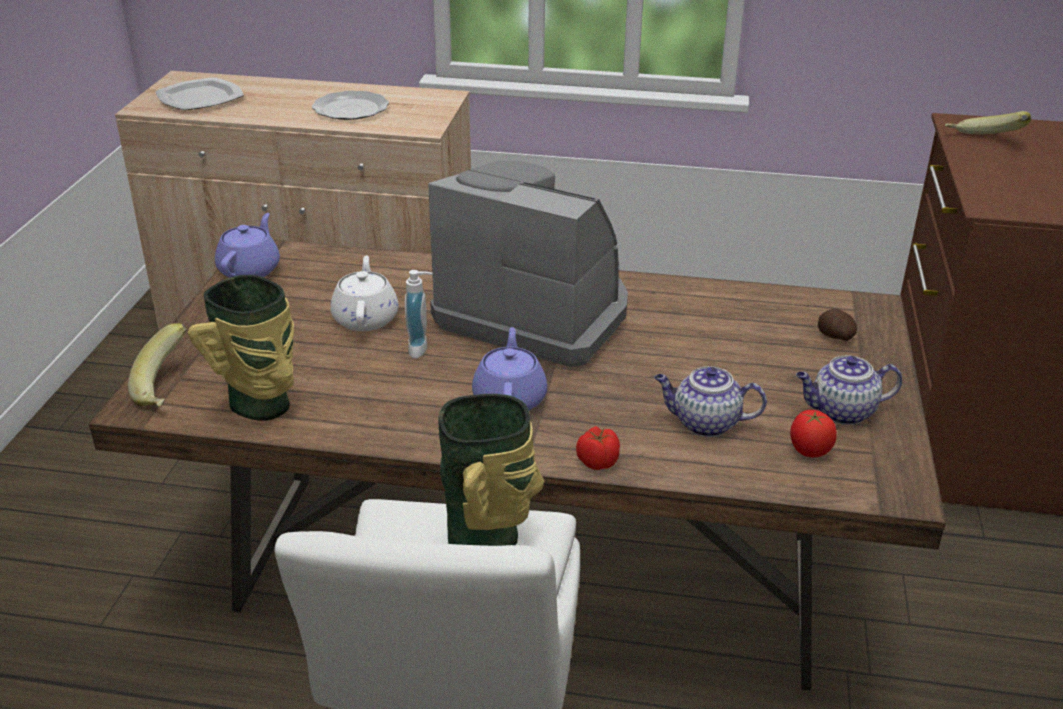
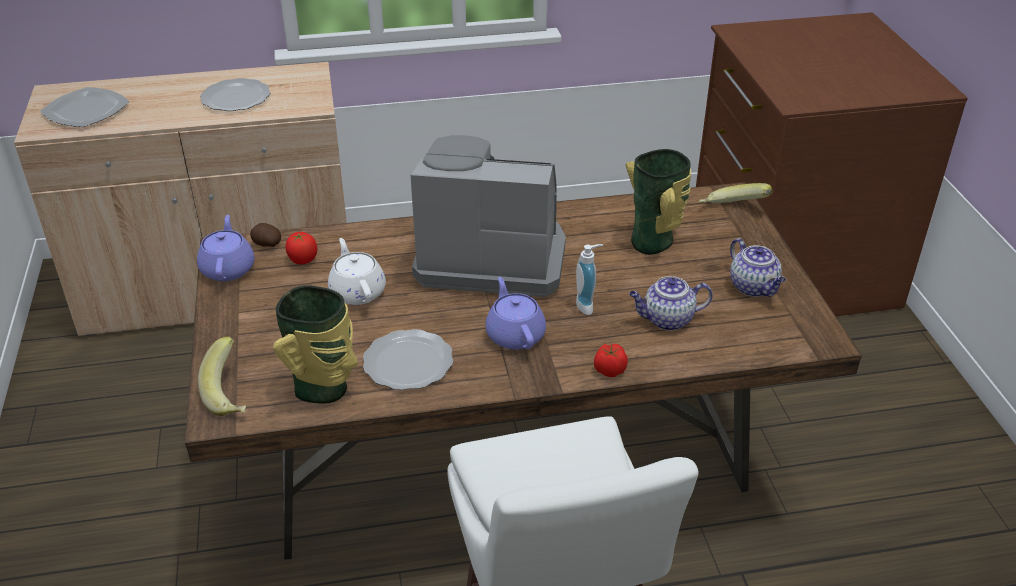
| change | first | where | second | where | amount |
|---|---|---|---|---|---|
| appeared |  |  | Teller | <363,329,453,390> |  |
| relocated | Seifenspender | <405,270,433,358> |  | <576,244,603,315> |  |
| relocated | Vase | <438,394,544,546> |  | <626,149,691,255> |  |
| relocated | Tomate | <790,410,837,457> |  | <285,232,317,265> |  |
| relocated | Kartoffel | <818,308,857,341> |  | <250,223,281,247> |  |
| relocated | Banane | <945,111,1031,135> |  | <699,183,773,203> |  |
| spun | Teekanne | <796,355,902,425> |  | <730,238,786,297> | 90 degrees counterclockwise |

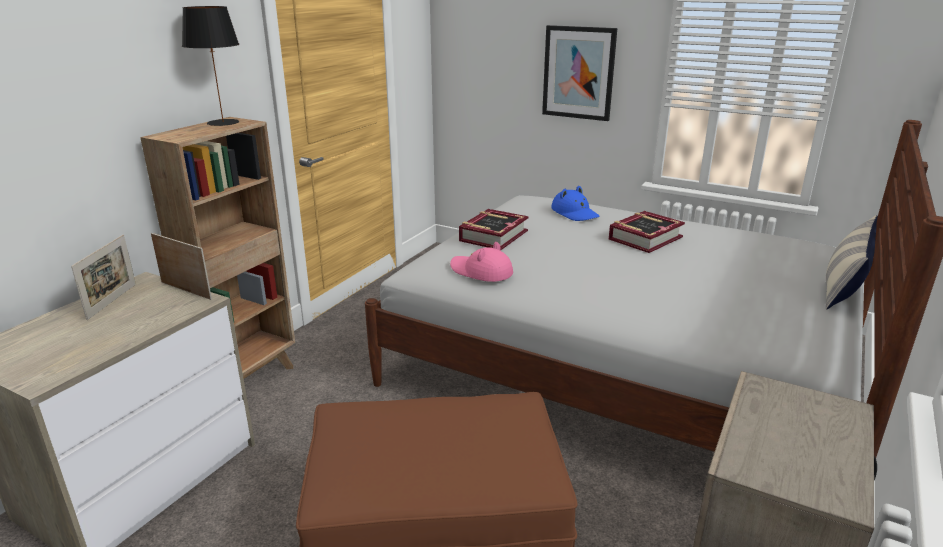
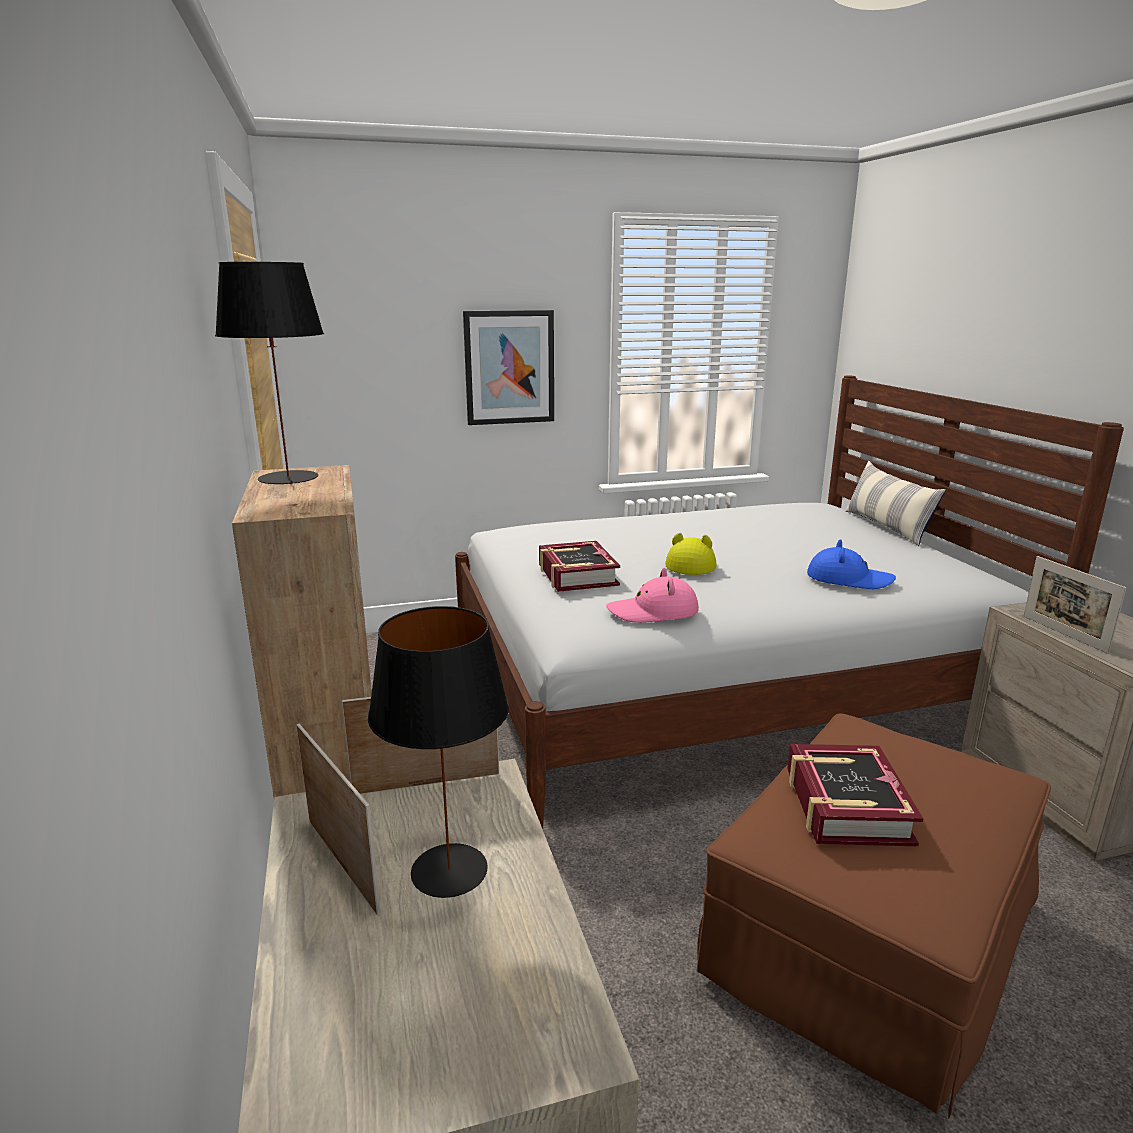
| change | first | where | second | where | amount |
|---|---|---|---|---|---|
| appeared |  |  | Tischlampe [schwarz] | <368,606,509,898> |  |
| appeared |  |  | Hut [gelb] | <665,533,717,575> |  |
| appeared |  |  | Bilderrahmen | <1024,556,1126,654> |  |
| relocated | Hut [blau] | <551,186,599,221> |  | <807,539,896,589> |  |
| relocated | Buch | <609,211,685,253> |  | <787,744,924,846> |  |

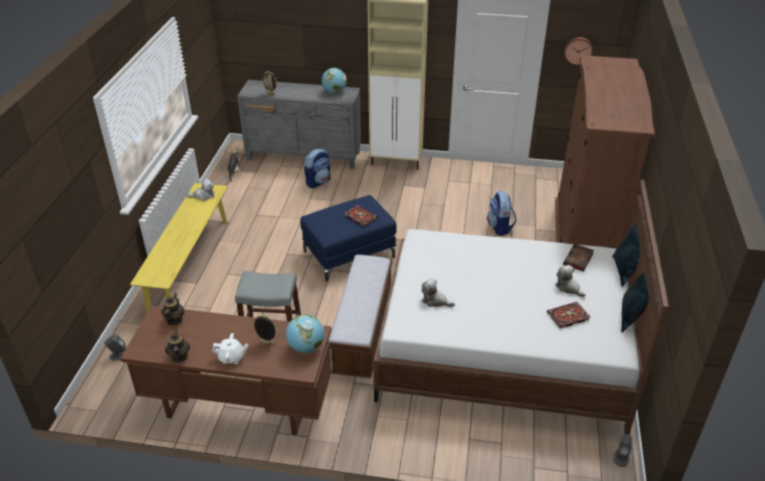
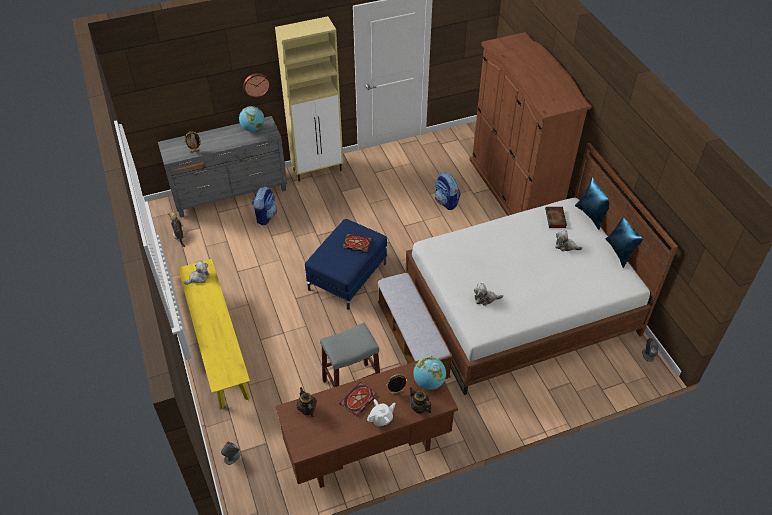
| change | first | where | second | where | amount |
|---|---|---|---|---|---|
| relocated | Teekanne | <165,329,190,363> |  | <409,387,431,414> |  |
| relocated | Buch | <547,302,590,328> |  | <339,382,377,416> |  |
| relocated | Wanduhr | <564,37,593,66> |  | <243,73,270,98> |  |

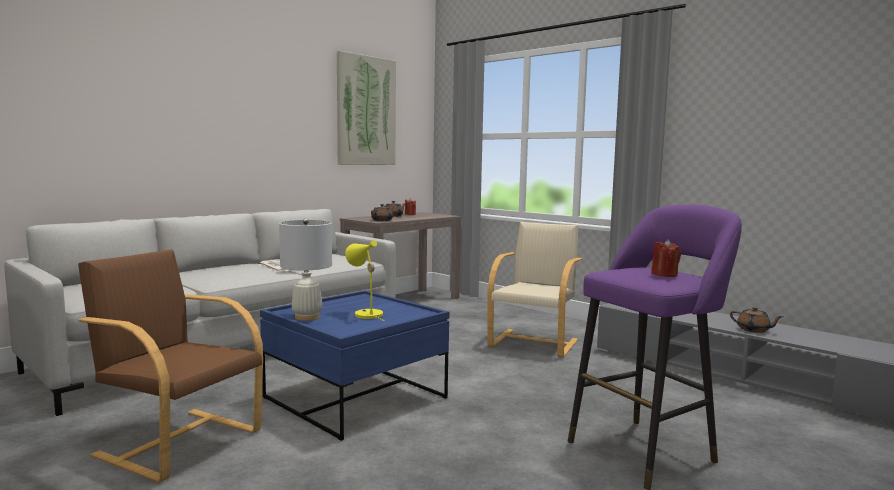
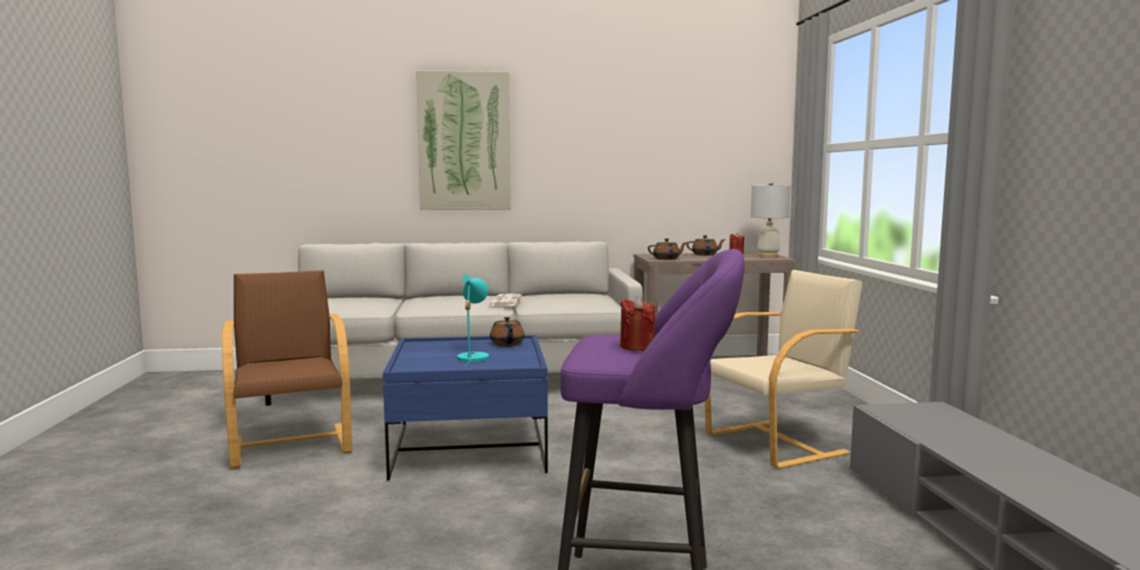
| change | first | where | second | where | amount |
|---|---|---|---|---|---|
| relocated | Tischlampe [weiß] | <279,218,332,321> |  | <751,182,790,257> |  |
| relocated | Bild | <337,51,396,165> |  | <416,70,511,210> |  |
| relocated | Teekanne [braun] | <730,307,784,333> |  | <490,317,525,346> |  |
| colour | Tischlampe [gelb] | <345,240,384,321> | Tischlampe [türkis] | <457,275,489,366> |  |

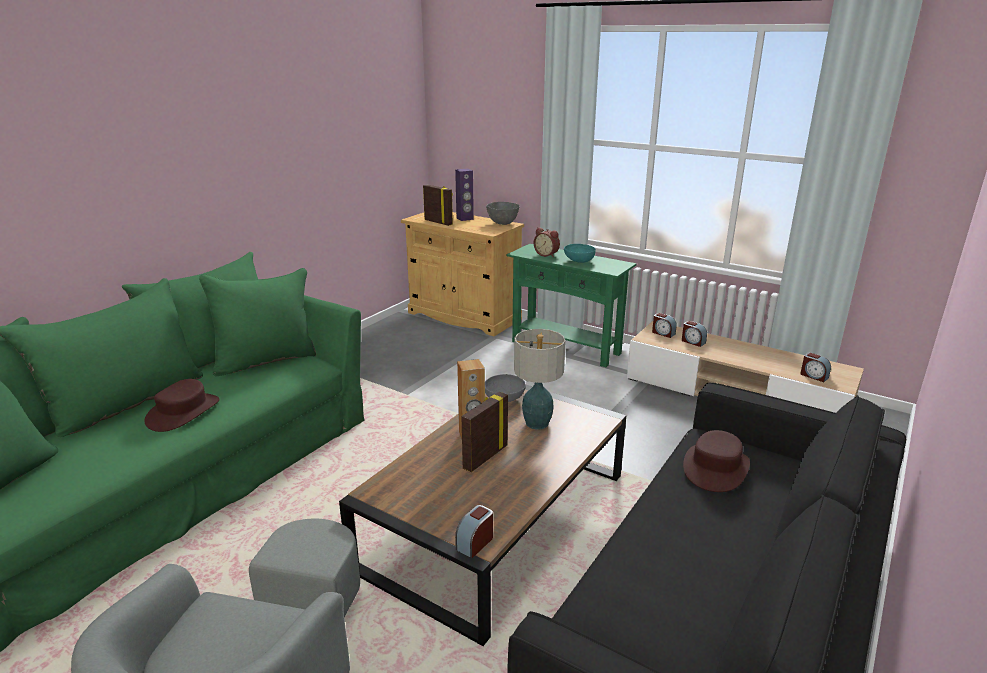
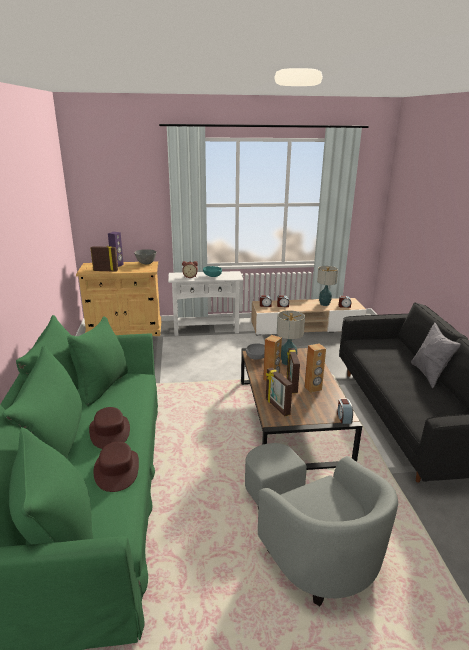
| change | first | where | second | where | amount |
|---|---|---|---|---|---|
| appeared |  |  | Bilderrahmen | <266,367,293,416> |  |
| appeared |  |  | Lautsprecher [braun] | <304,343,326,393> |  |
| appeared |  |  | Tischlampe | <317,266,338,306> |  |
| appeared |  |  | Kissen [grau] | <411,322,461,388> |  |
| relocated | Hut [braun] | <683,430,750,492> |  | <94,442,139,492> |  |
| colour | Konsolentisch [grün] | <507,244,637,367> | Konsolentisch [weiß] | <168,271,244,336> |  |

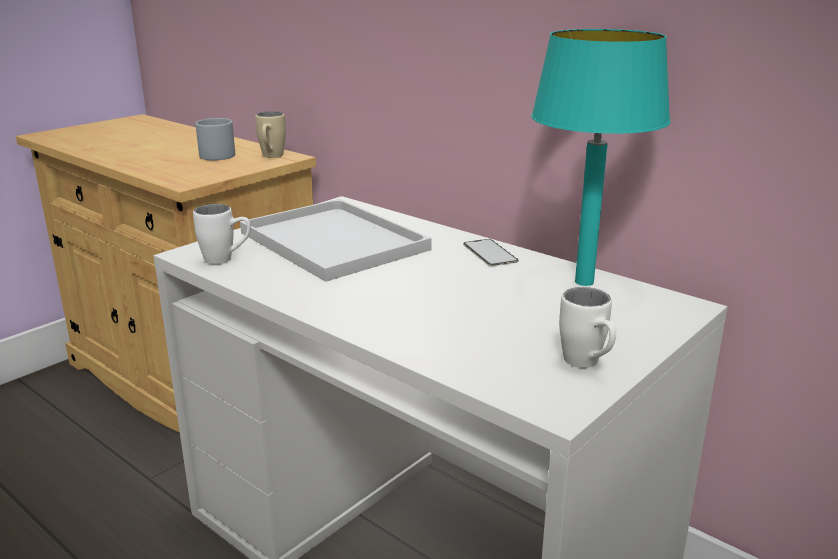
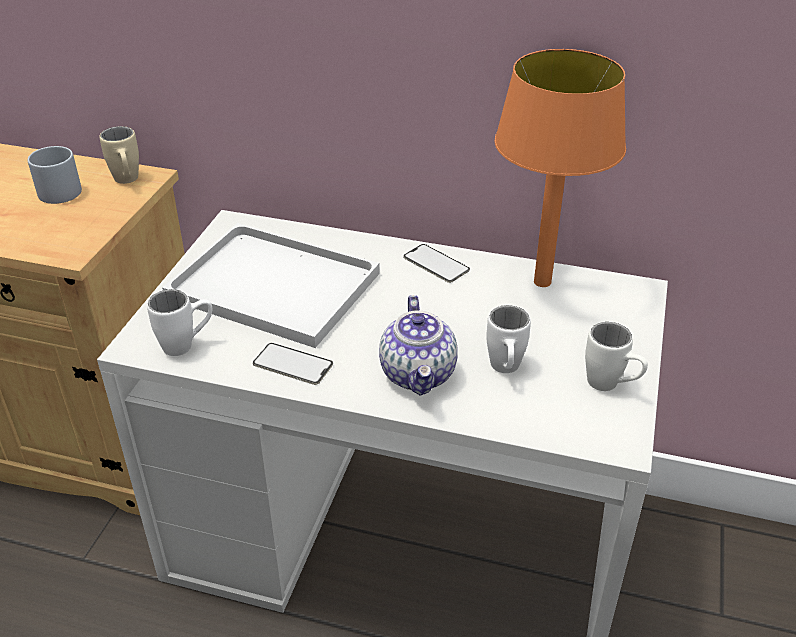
| change | first | where | second | where | amount |
|---|---|---|---|---|---|
| appeared |  |  | Handy | <253,343,333,385> |  |
| appeared |  |  | Teekanne | <379,295,458,396> |  |
| appeared |  |  | Henkelbecher [weiß] | <486,305,531,373> |  |
| colour | Tischlampe [türkis] | <531,29,671,286> | Tischlampe [orange] | <494,49,626,287> |  |

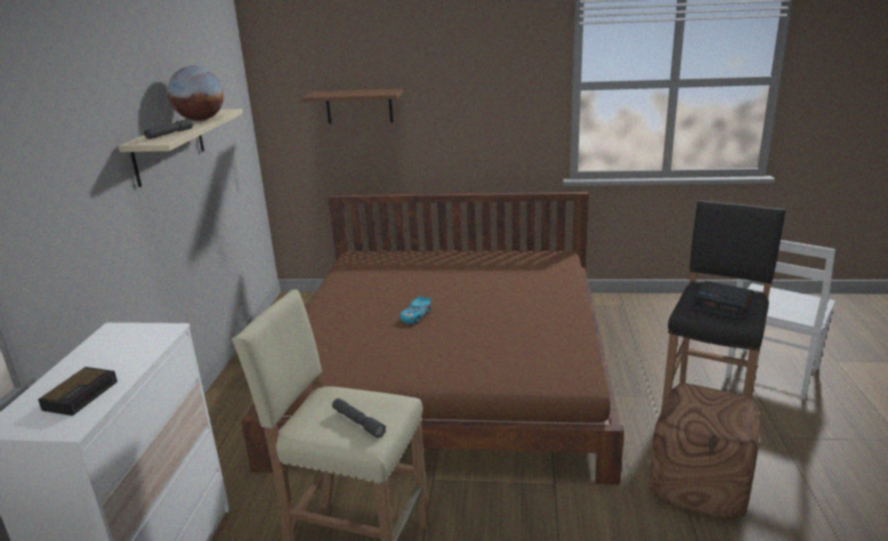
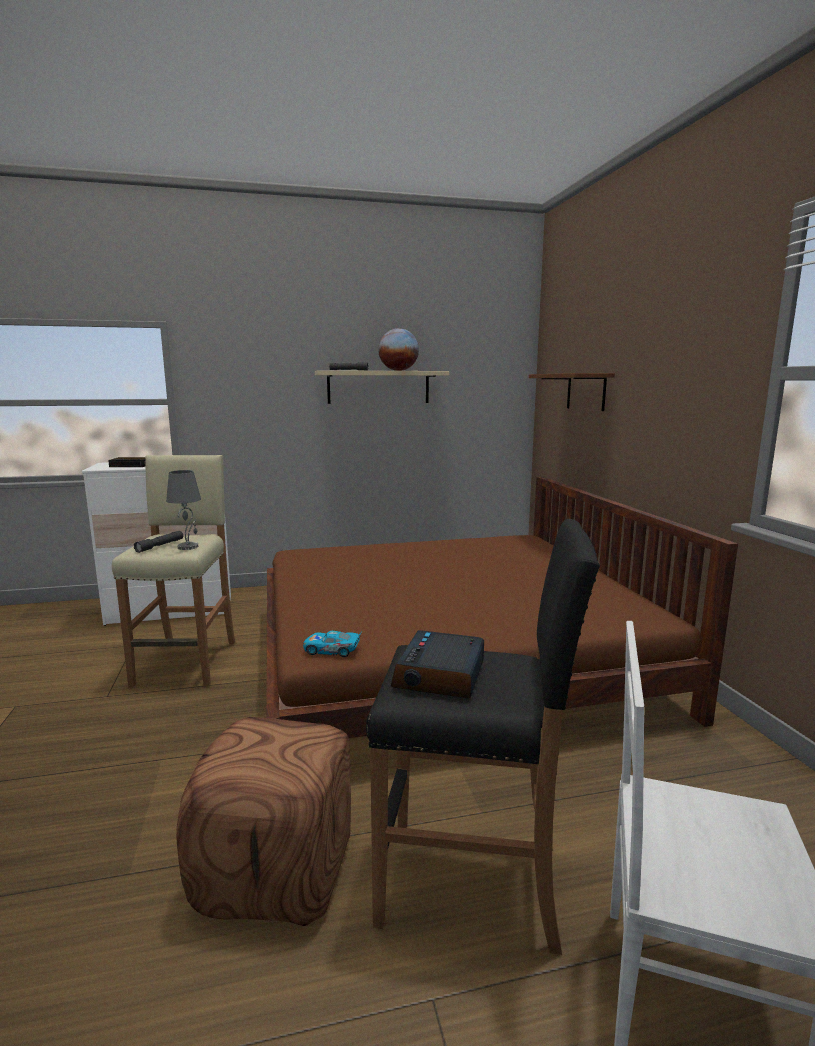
| change | first | where | second | where | amount |
|---|---|---|---|---|---|
| appeared |  |  | Tischlampe [grau] | <166,470,201,550> |  |
| relocated | Spielzeugauto | <400,296,431,324> |  | <303,631,362,657> |  |

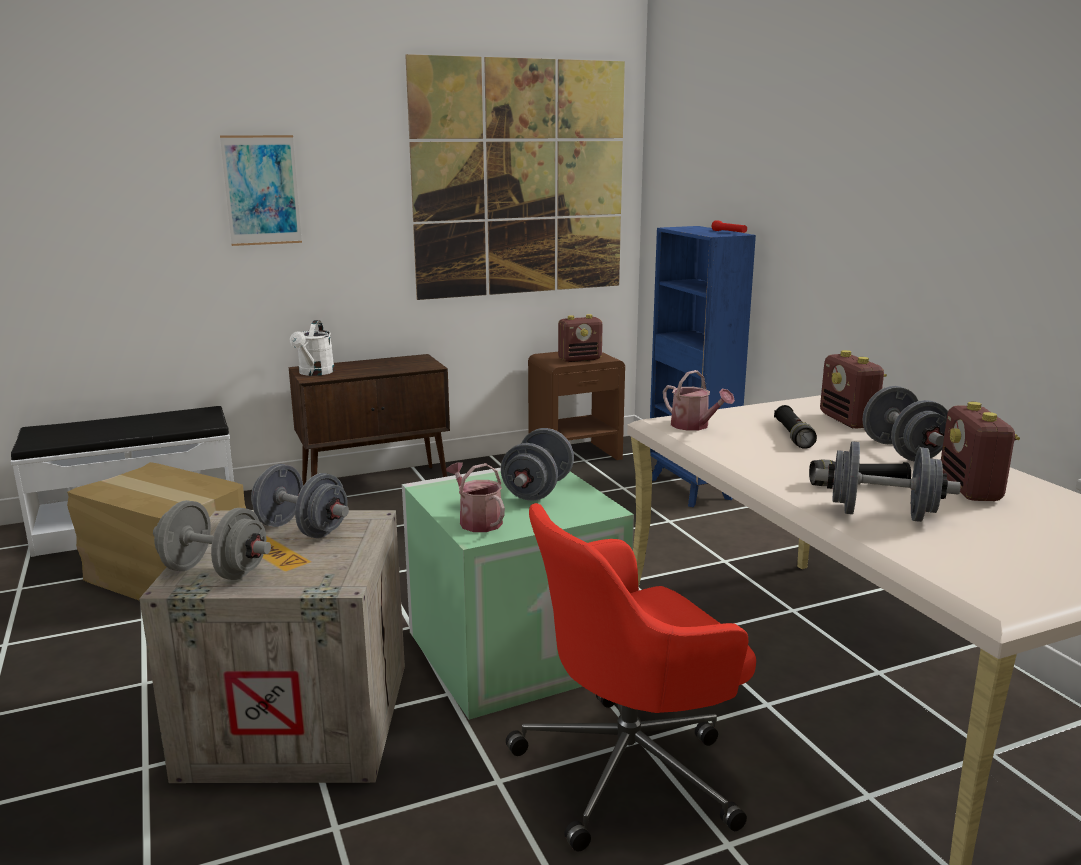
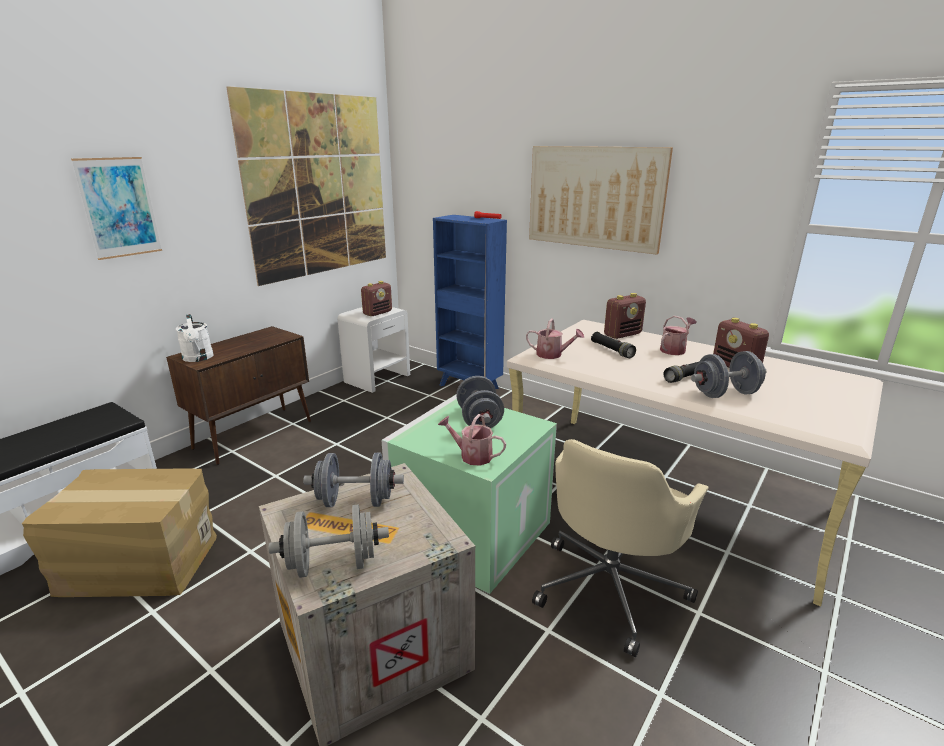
| change | first | where | second | where | amount |
|---|---|---|---|---|---|
| appeared |  |  | Bild | <529,146,673,255> |  |
| exchanged | Hantel [grau] | <862,386,948,462> | Gießkanne | <660,316,697,355> |  |
| colour | Bürostuhl [rot] | <506,503,756,852> | Bürostuhl [beige] | <532,439,709,657> |  |
| colour | Nachttisch [braun] | <528,352,625,460> | Nachttisch [weiß] | <337,307,410,393> |  |
| spun | Radio | <820,350,887,428> |  | <604,293,646,339> | 75 degrees counterclockwise |

